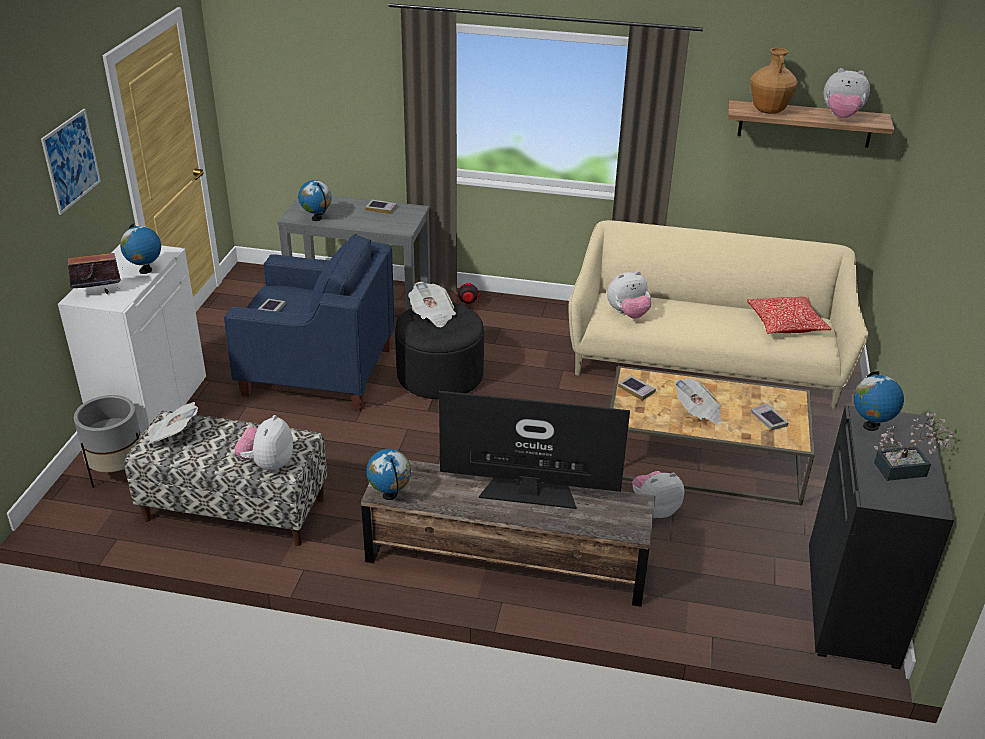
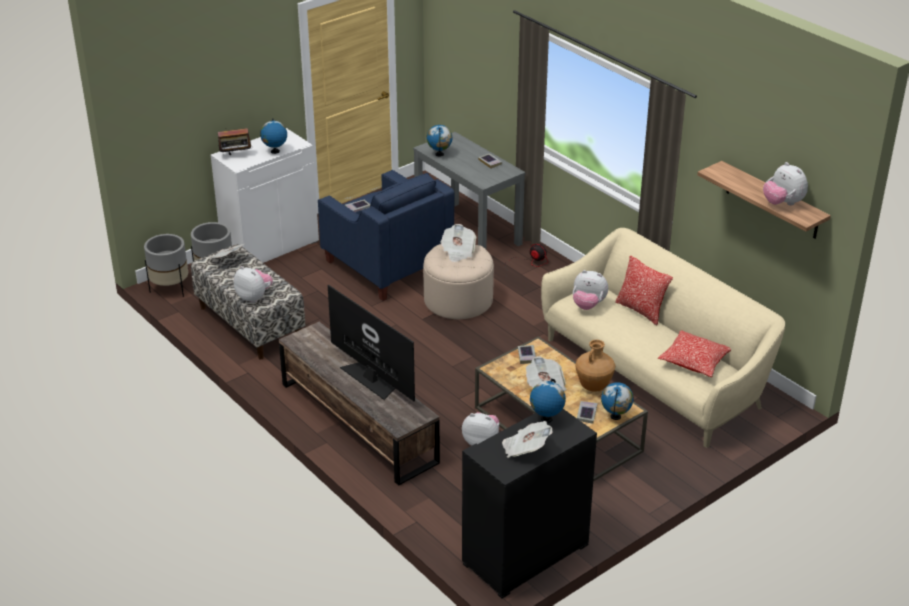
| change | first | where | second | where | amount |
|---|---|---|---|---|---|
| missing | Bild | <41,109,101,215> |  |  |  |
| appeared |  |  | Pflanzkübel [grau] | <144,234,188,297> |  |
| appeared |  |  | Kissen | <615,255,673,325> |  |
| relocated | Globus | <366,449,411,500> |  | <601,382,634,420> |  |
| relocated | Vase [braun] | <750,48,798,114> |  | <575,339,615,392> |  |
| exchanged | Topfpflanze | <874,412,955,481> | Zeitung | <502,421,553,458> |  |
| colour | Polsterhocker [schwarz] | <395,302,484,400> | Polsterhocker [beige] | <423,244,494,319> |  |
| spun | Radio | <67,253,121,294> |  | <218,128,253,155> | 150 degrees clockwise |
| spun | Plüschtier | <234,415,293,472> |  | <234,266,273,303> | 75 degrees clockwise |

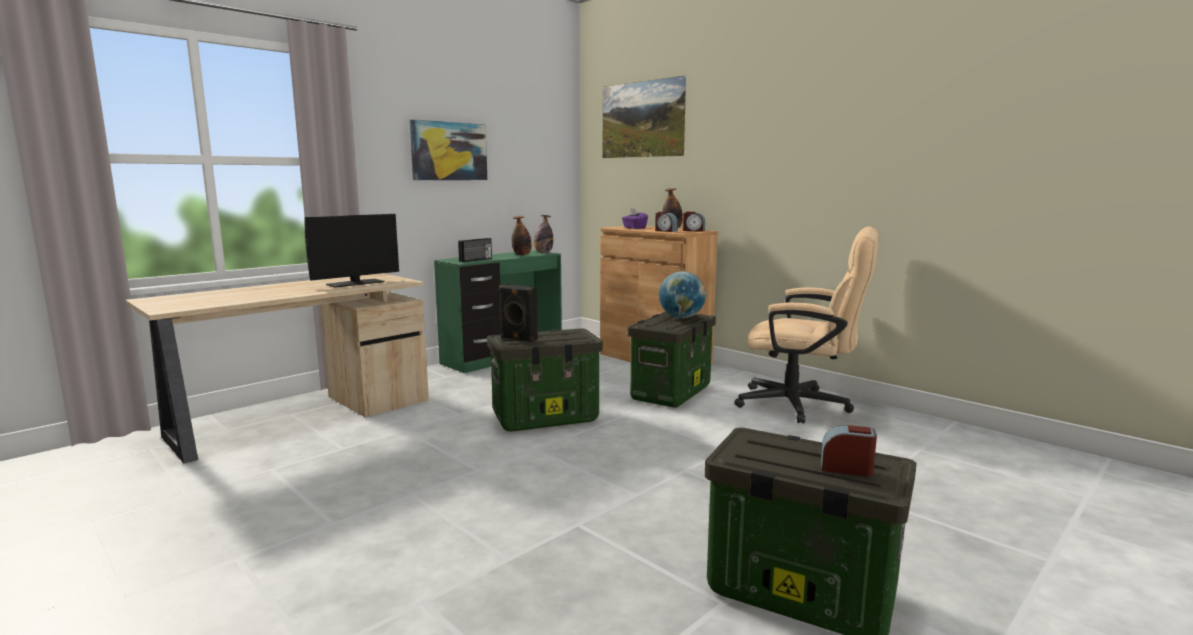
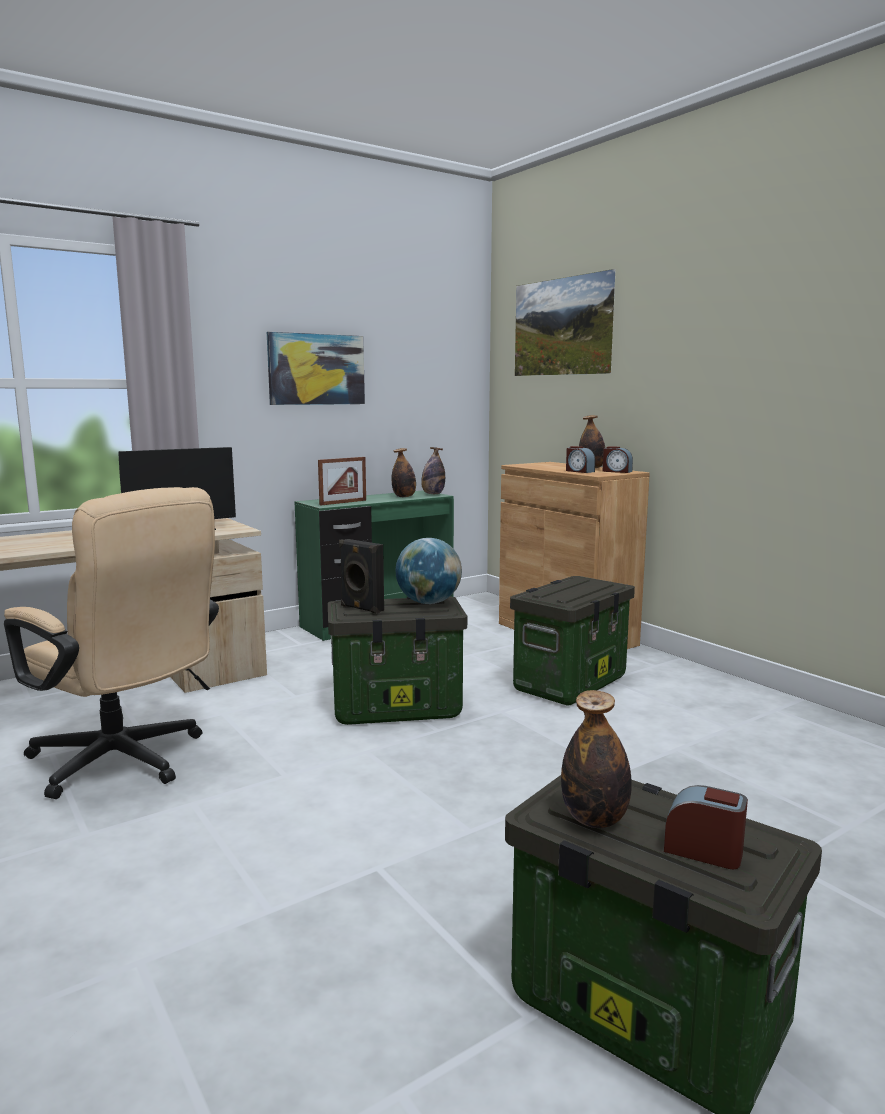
| change | first | where | second | where | amount |
|---|---|---|---|---|---|
| missing | Taschentuchbox [lila] | <622,208,648,229> |  |  |  |
| appeared |  |  | Flasche | <561,690,632,828> |  |
| relocated | Globus | <659,271,706,318> |  | <396,538,462,604> |  |
| relocated | Bürostuhl [beige] | <734,226,879,423> |  | <4,487,219,799> |  |
| exchanged | Radio | <458,238,492,262> | Bilderrahmen | <318,457,366,505> |  |

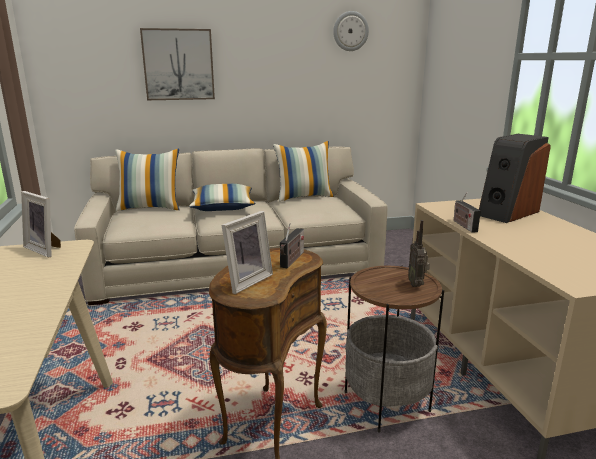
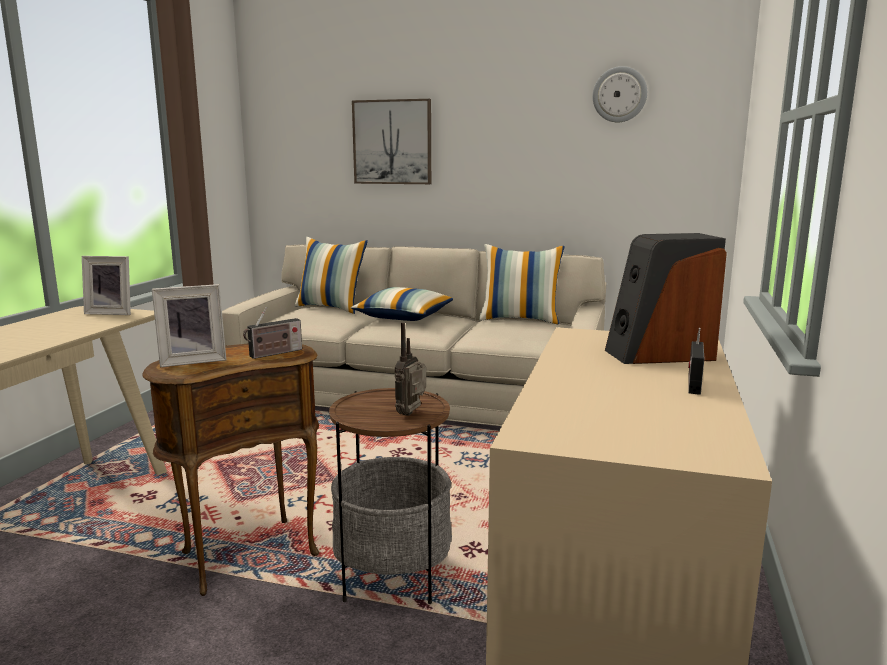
| change | first | where | second | where | amount |
|---|---|---|---|---|---|
| relocated | Radio | <454,192,481,233> |  | <688,328,705,395> |  |
| spun | Bilderrahmen | <21,191,61,257> |  | <82,256,131,315> | 60 degrees counterclockwise |

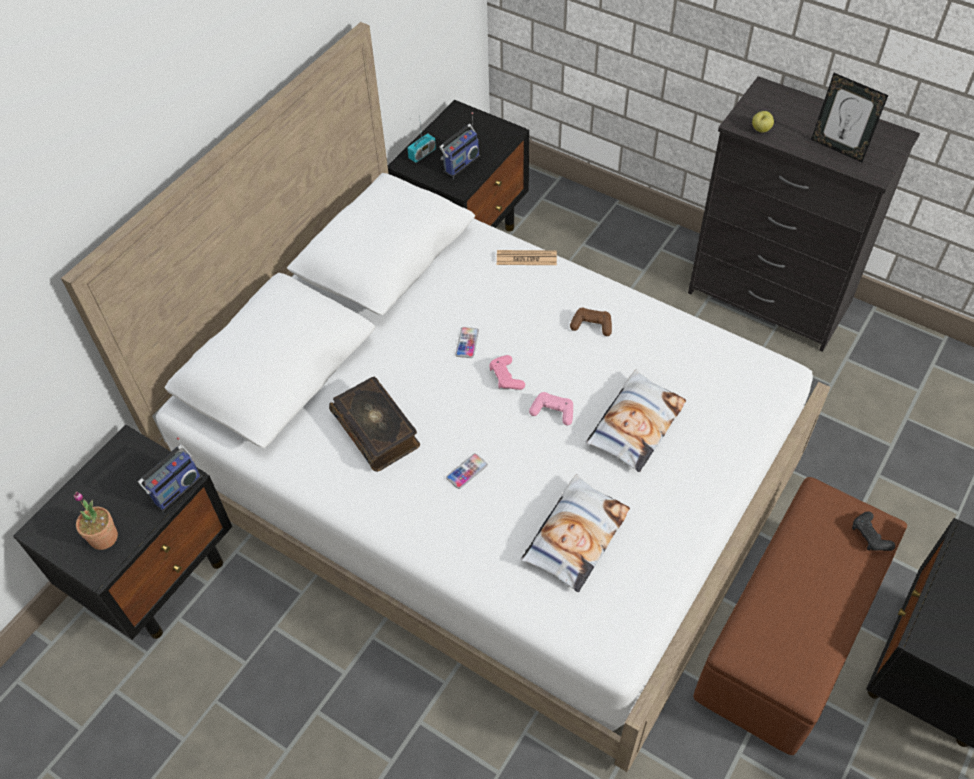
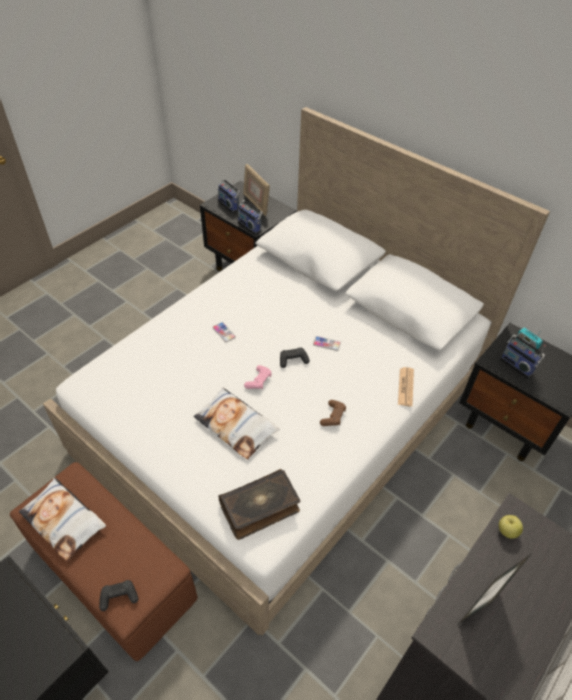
| change | first | where | second | where | amount |
|---|---|---|---|---|---|
| appeared |  |  | Bilderrahmen | <243,164,270,216> |  |
| relocated | Buch | <329,376,420,472> |  | <218,469,300,540> |  |
| relocated | Kissen | <521,474,630,592> |  | <19,478,106,561> |  |
| exchanged | Topfpflanze | <73,492,118,550> | Radio | <218,179,240,213> |  |
| colour | Gamepad [rosa] | <489,355,525,390> | Gamepad [schwarz] | <280,347,310,368> |  |

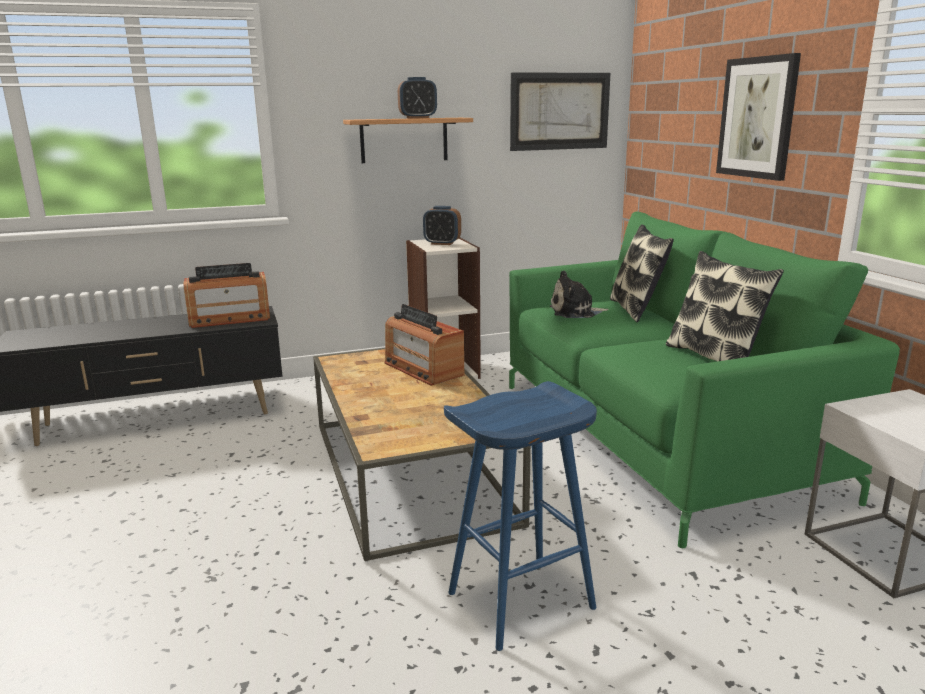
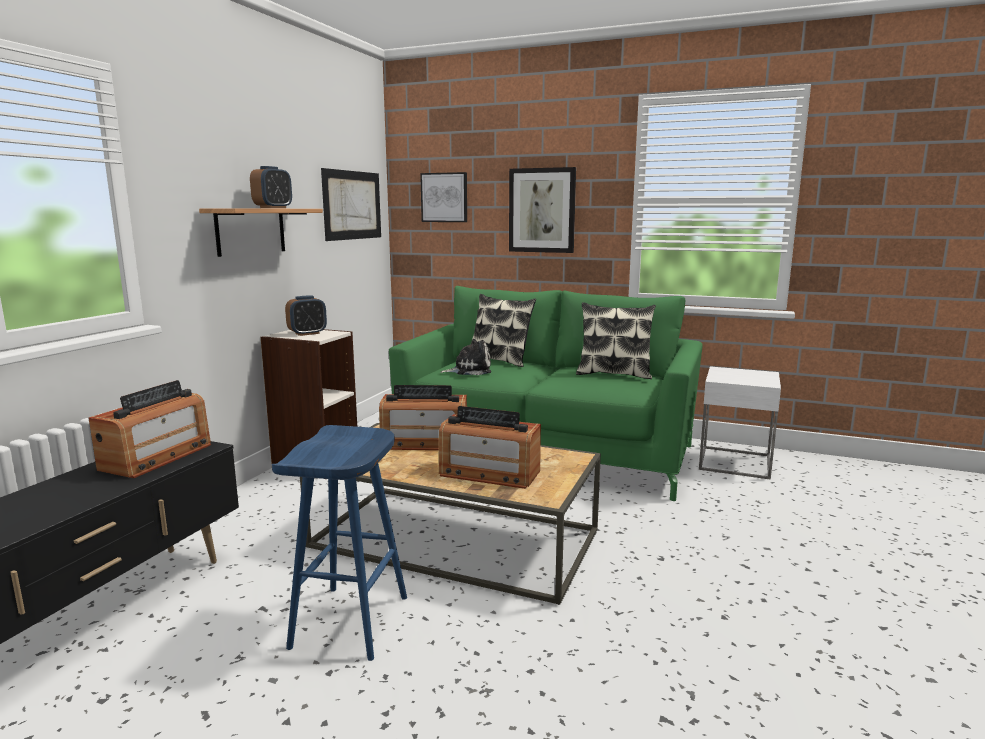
| change | first | where | second | where | amount |
|---|---|---|---|---|---|
| appeared |  |  | Bild | <420,172,467,222> |  |
| appeared |  |  | Radio | <439,406,541,489> |  |
| relocated | Hocker [blau] | <444,381,597,651> |  | <272,425,407,661> |  |
| spun | Plüschtier | <550,270,608,318> |  | <440,339,491,375> | 135 degrees counterclockwise |

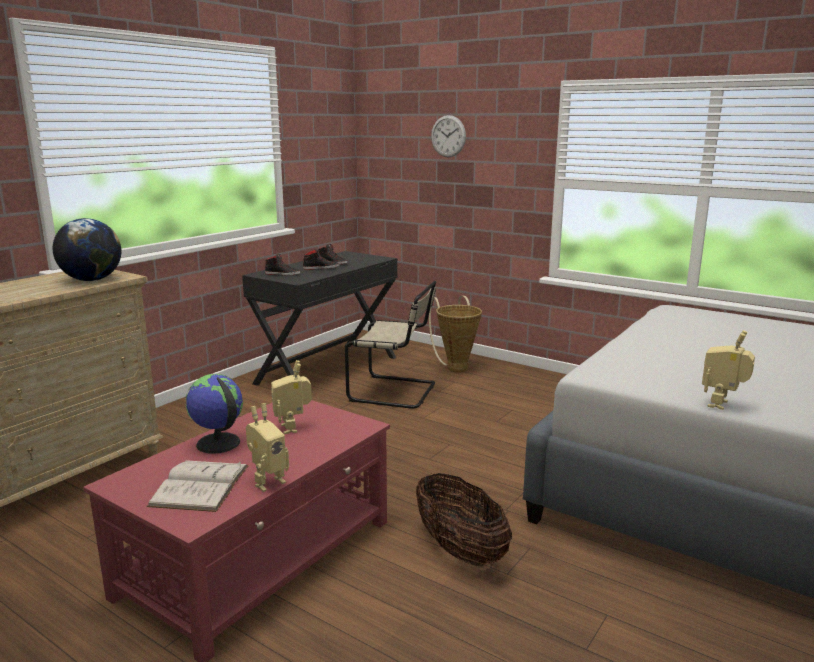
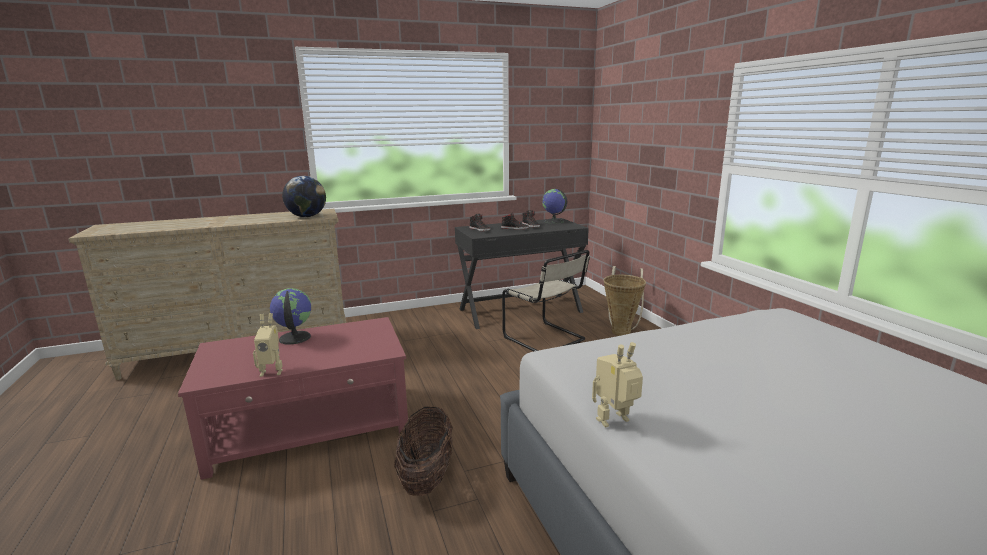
| change | first | where | second | where | amount |
|---|---|---|---|---|---|
| missing | Buch [weiß] | <147,460,249,512> |  |  |  |
| missing | Spielzeugroboter | <271,360,312,434> |  |  |  |
| missing | Wanduhr | <431,115,466,157> |  |  |  |
| appeared |  |  | Globus | <542,189,567,224> |  |

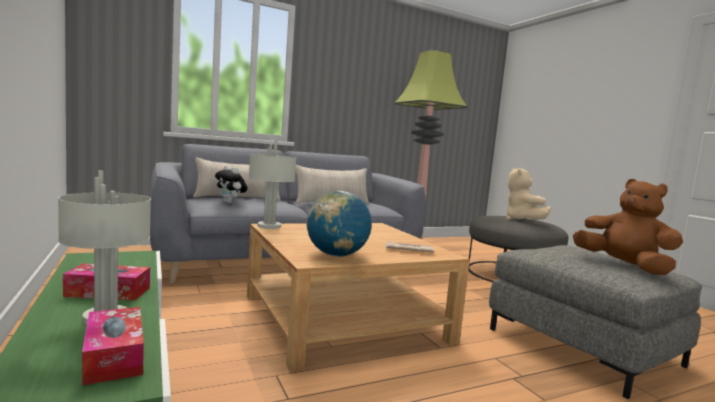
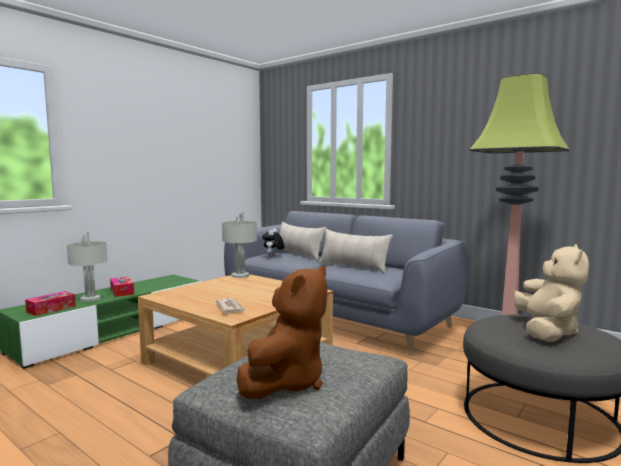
| change | first | where | second | where | amount |
|---|---|---|---|---|---|
| missing | Globus | <306,191,372,257> |  |  |  |
| spun | Plüschtier [beige] | <506,168,551,220> |  | <513,244,589,342> | 135 degrees clockwise |

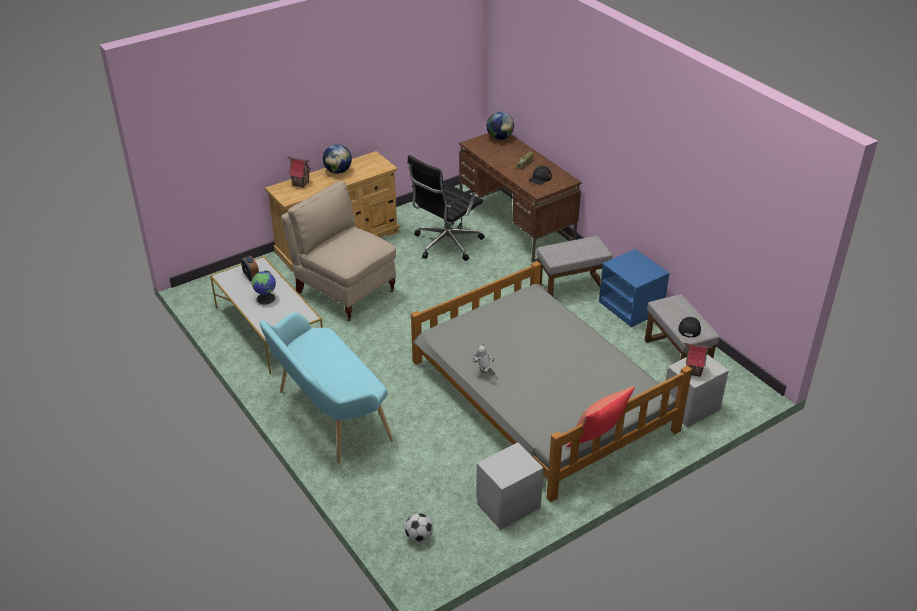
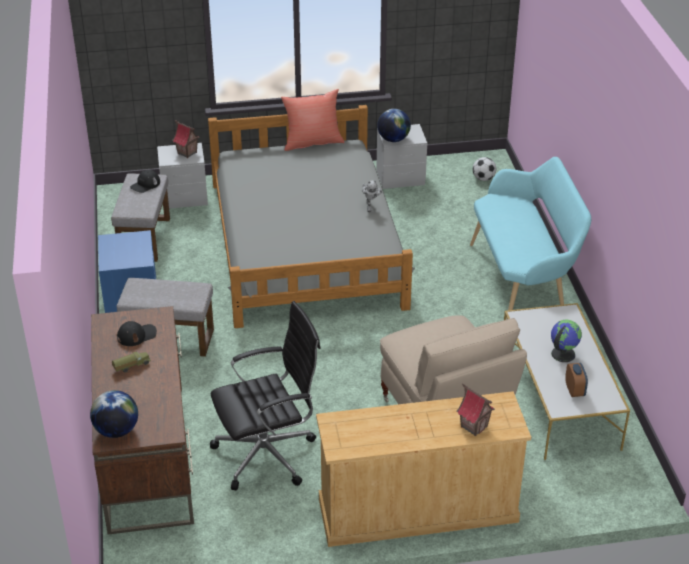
| change | first | where | second | where | amount |
|---|---|---|---|---|---|
| relocated | Globus | <323,144,352,174> |  | <377,109,411,142> |  |

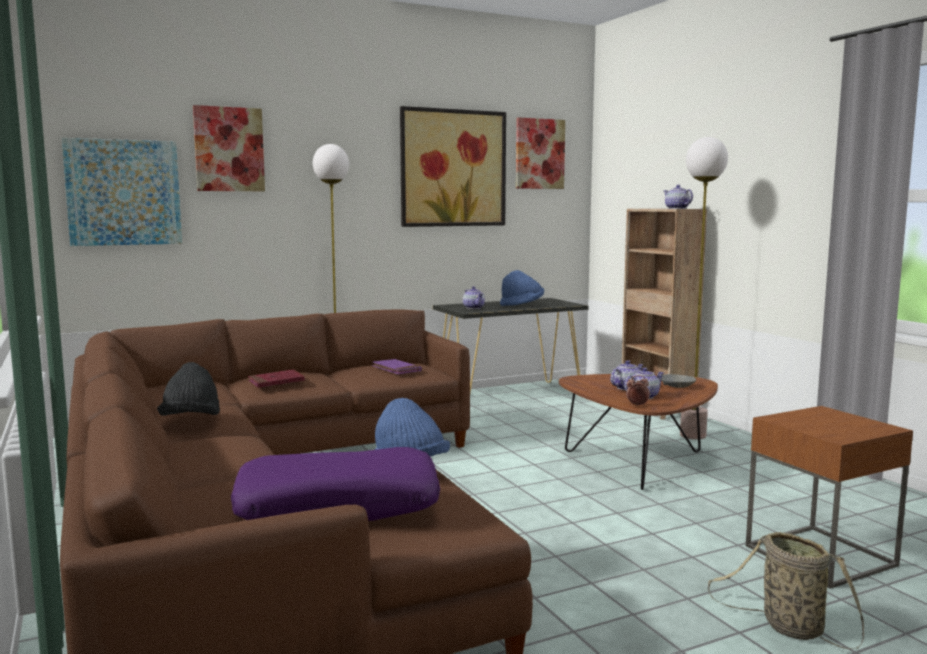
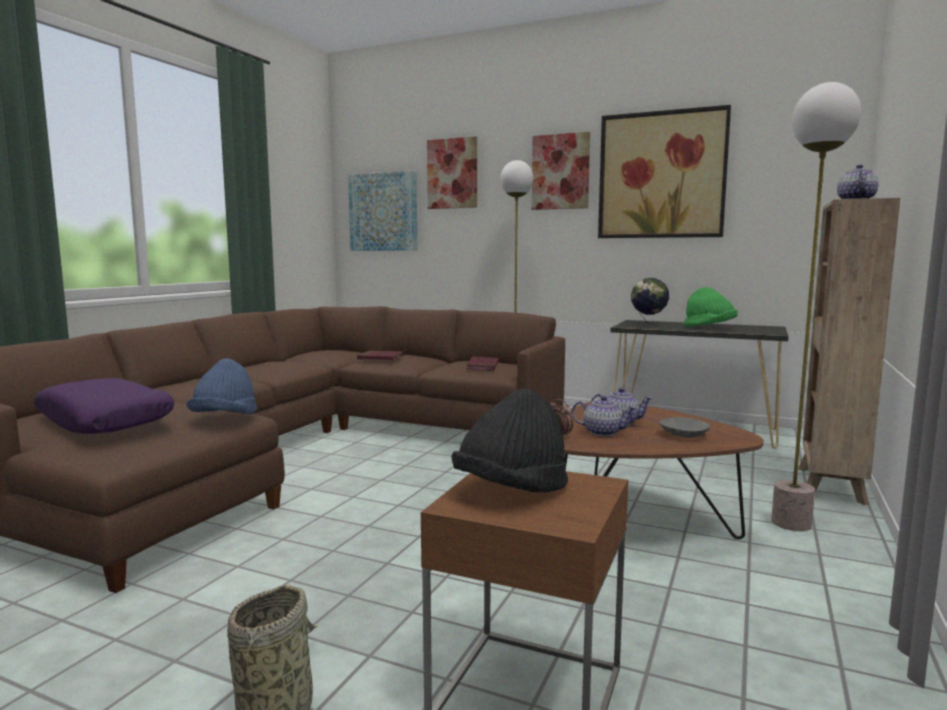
| change | first | where | second | where | amount |
|---|---|---|---|---|---|
| relocated | Hut [schwarz] | <157,362,220,416> |  | <451,389,568,493> |  |
| relocated | Bild | <516,117,565,189> |  | <532,132,590,210> |  |
| exchanged | Teekanne | <463,286,485,309> | Globus | <631,278,669,325> |  |
| colour | Buch [lila] | <372,359,422,374> | Buch [rot] | <466,357,499,370> |  |
| colour | Hut [blau] | <500,270,544,306> | Hut [grün] | <684,287,738,327> |  |

